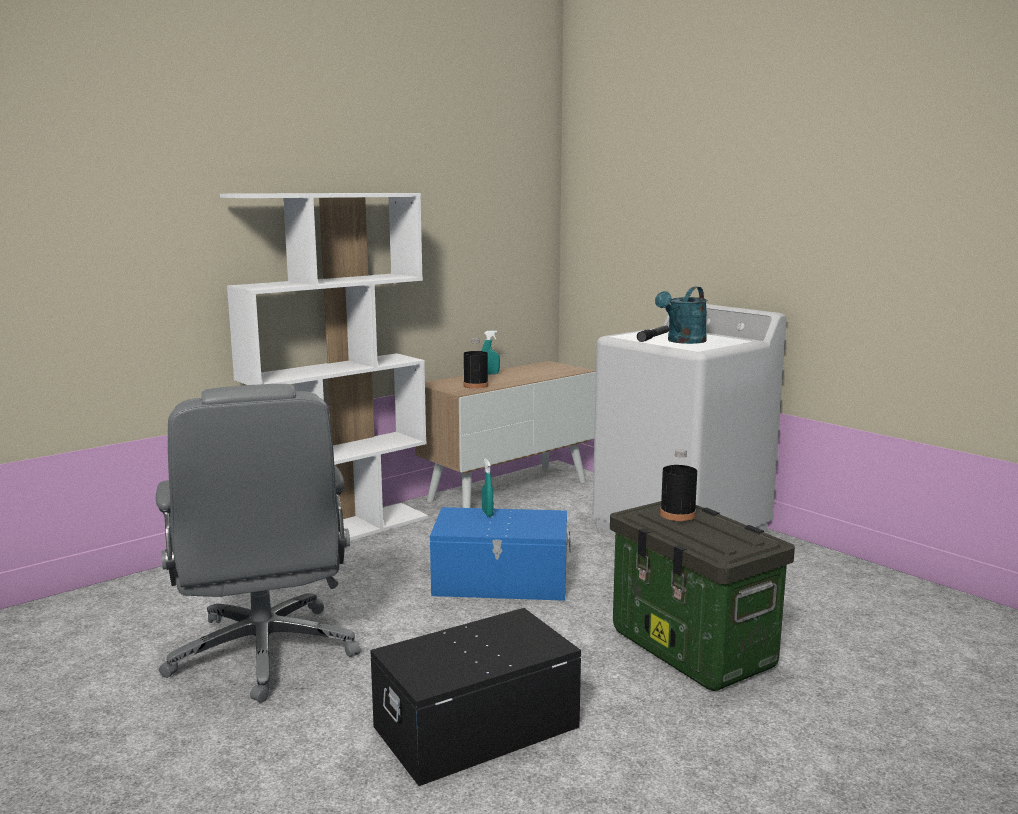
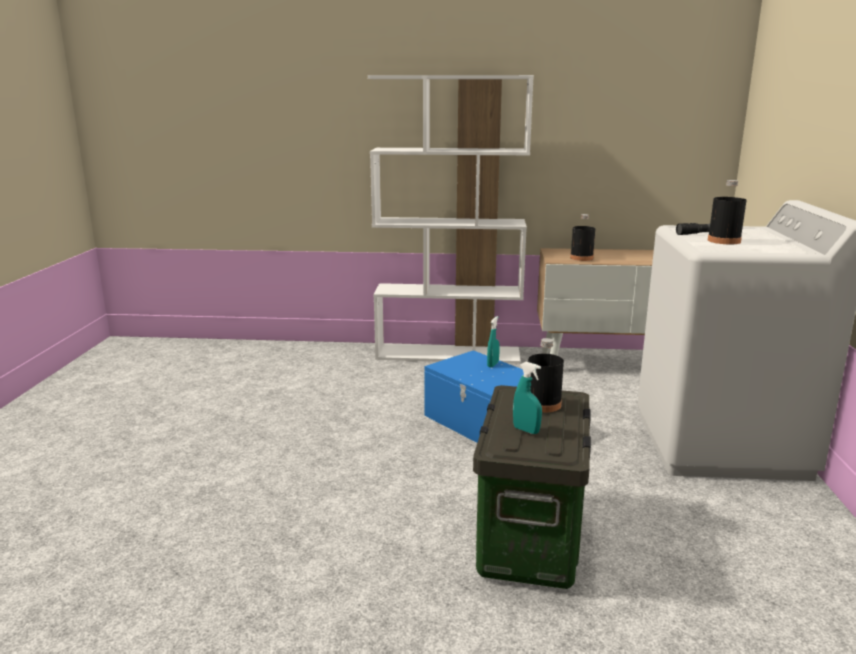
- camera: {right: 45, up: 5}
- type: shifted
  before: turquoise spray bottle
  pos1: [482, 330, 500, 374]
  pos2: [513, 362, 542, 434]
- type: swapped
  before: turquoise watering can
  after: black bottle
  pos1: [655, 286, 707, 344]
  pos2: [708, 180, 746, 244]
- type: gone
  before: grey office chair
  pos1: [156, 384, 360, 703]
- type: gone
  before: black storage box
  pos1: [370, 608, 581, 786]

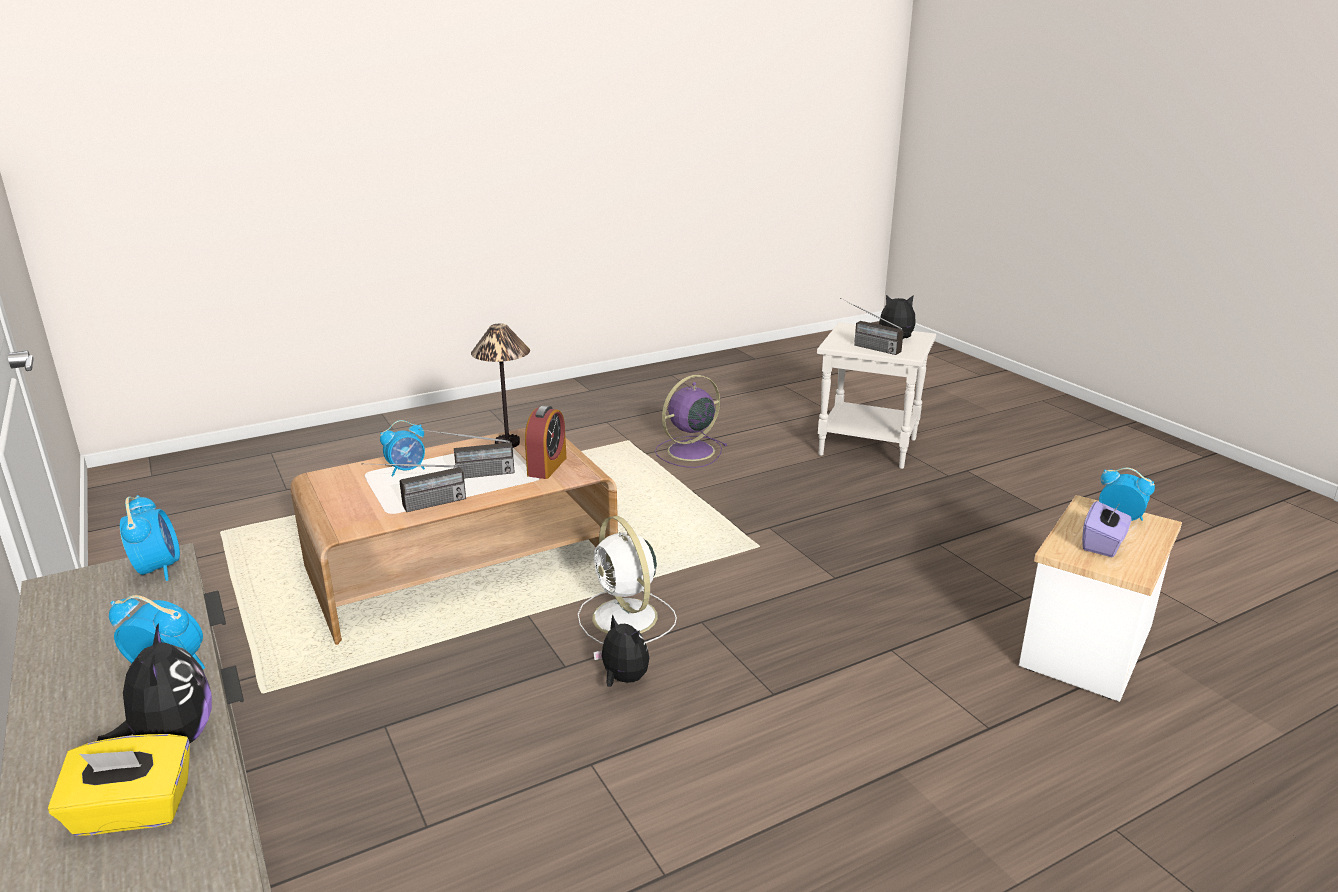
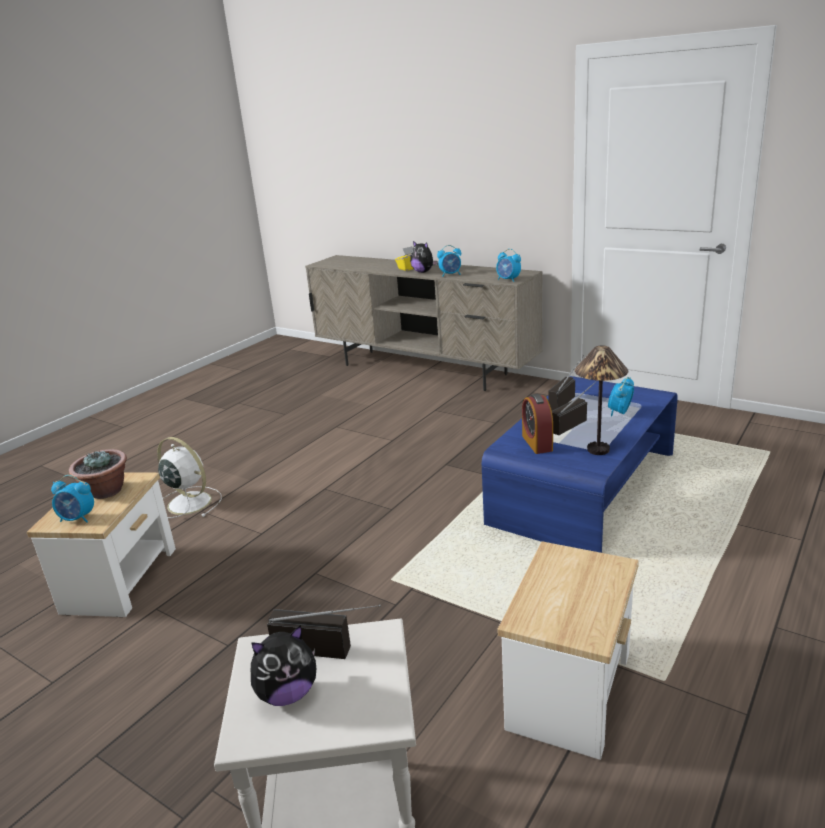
- camera: {right: 155, up: 0}
- type: swapped
  before: purple tissue box
  after: potted plant
  pos1: [1082, 501, 1131, 557]
  pos2: [69, 449, 127, 499]
- type: shifted
  before: white fan
  pos1: [578, 516, 677, 644]
  pos2: [157, 437, 222, 518]
- type: repainted
  before: brown coffee table
  after: blue coffee table
  pos1: [290, 428, 618, 645]
  pos2: [482, 376, 678, 553]
- type: swapped
  before: purple fan
  after: side table
  pos1: [655, 375, 727, 468]
  pos2: [497, 541, 639, 760]
- type: gone
  before: plush toy
  pos1: [593, 614, 649, 687]

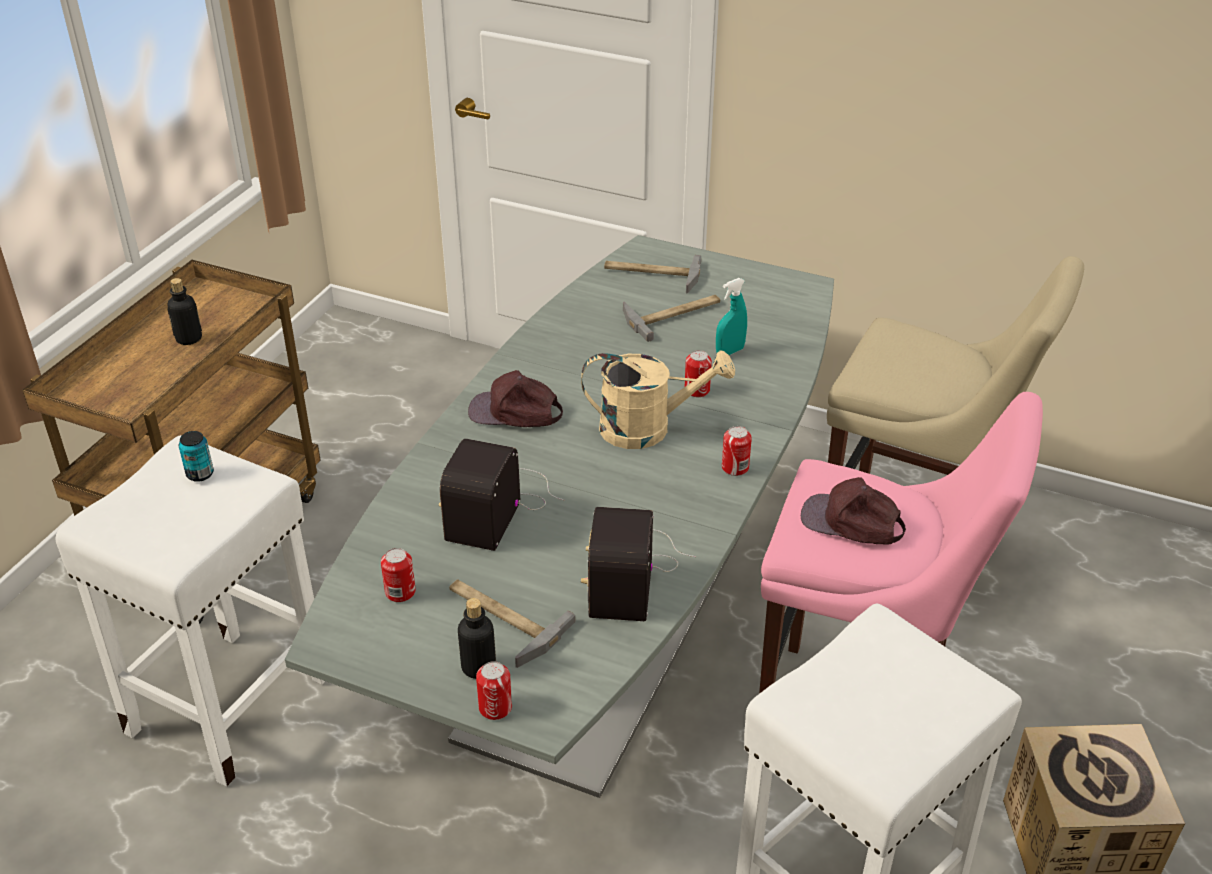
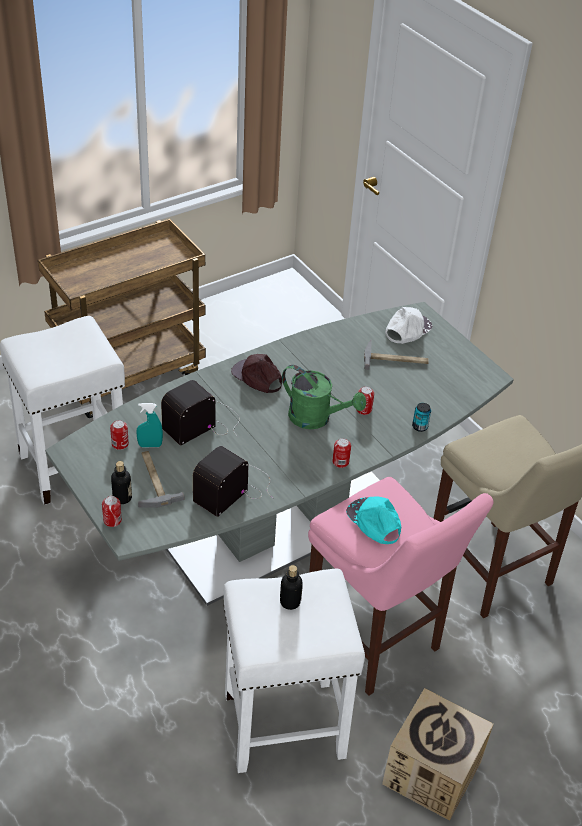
- camera: {right: 30, up: 5}
- type: shifted
  before: turquoise spray bottle
  pos1: [716, 278, 747, 355]
  pos2: [136, 403, 163, 447]
- type: shifted
  before: bottle
  pos1: [167, 278, 202, 345]
  pos2: [280, 565, 303, 610]
- type: repainted
  before: beige watering can
  after: green watering can
  pos1: [581, 350, 735, 449]
  pos2: [282, 365, 366, 429]
- type: repainted
  before: brown cap
  after: turquoise cap
  pos1: [801, 477, 906, 544]
  pos2: [346, 497, 401, 544]
- type: swapped
  before: hammer
  after: white cap
  pos1: [604, 255, 701, 294]
  pos2: [385, 307, 432, 344]
- type: shifted
  before: can
  pos1: [179, 431, 214, 482]
  pos2: [412, 403, 431, 432]

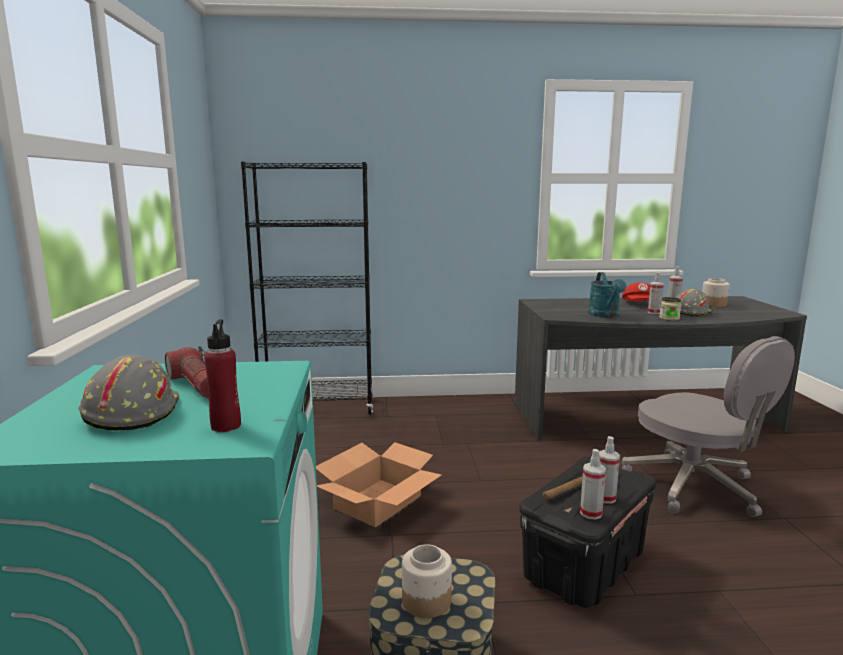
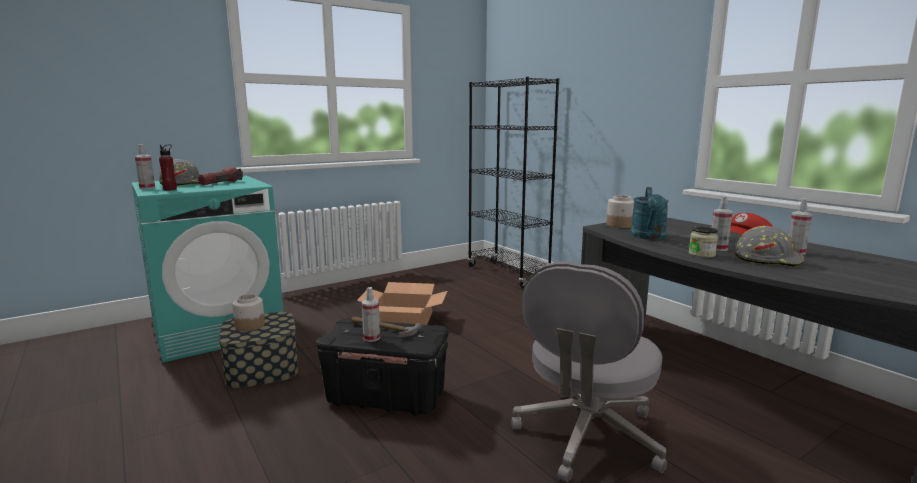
- camera: {right: 60, up: 0}
- type: shifted
  before: spray bottle
  pos1: [580, 449, 606, 520]
  pos2: [135, 144, 155, 189]
- type: shifted
  before: jar
  pos1: [702, 278, 730, 307]
  pos2: [607, 195, 634, 228]
- type: rotated
  before: turquoise watering can
  pos1: [588, 272, 626, 318]
  pos2: [631, 187, 669, 240]
  turn: -45

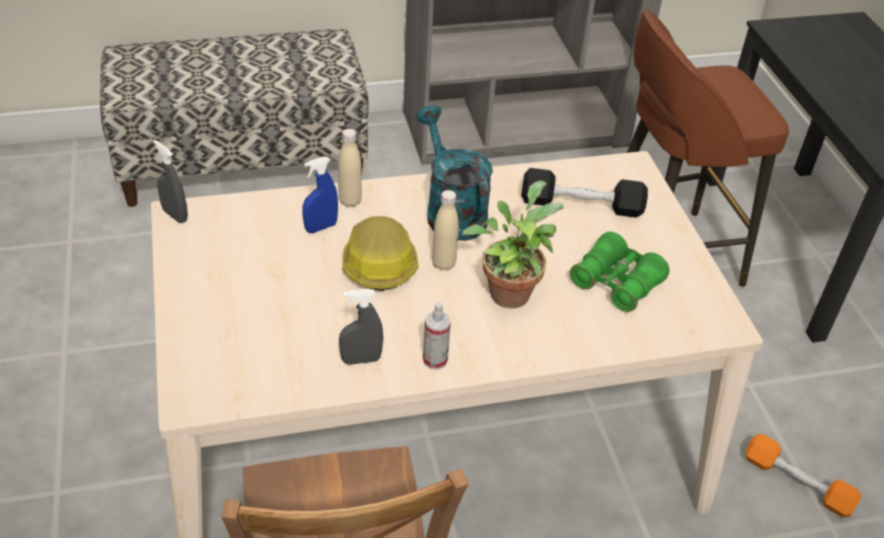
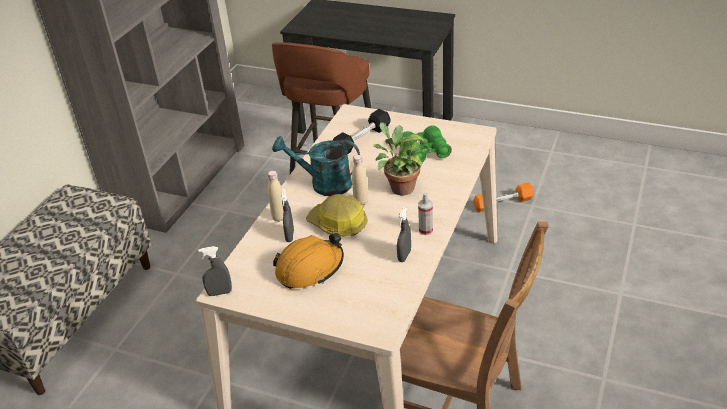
- camera: {right: -50, up: -5}
- type: new
  after: orange hard hat
  pos2: [273, 233, 344, 289]
- type: repainted
  before: blue spray bottle
  after: grey spray bottle
  pos1: [302, 156, 338, 233]
  pos2: [281, 189, 294, 242]

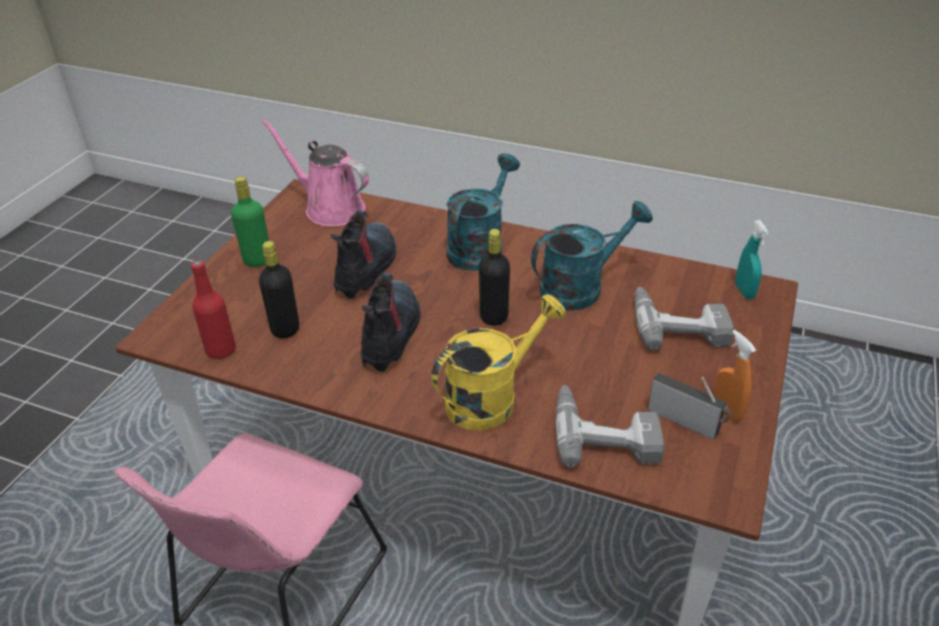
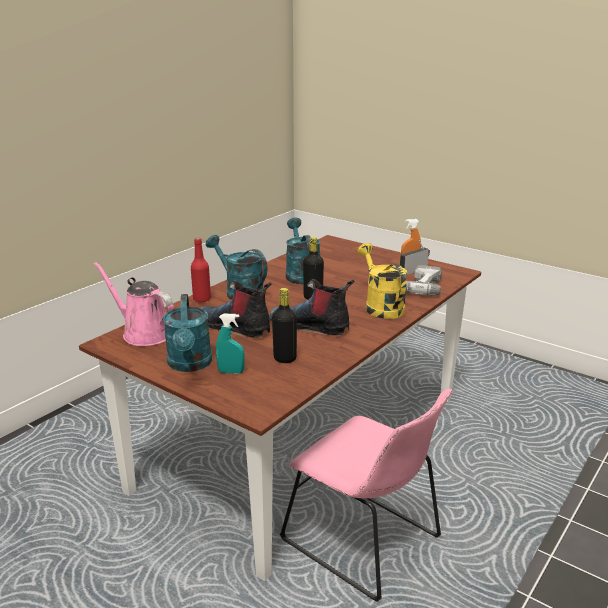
- camera: {right: -75, up: -15}
- type: rotated
  before: pink watering can
  pos1: [261, 119, 369, 227]
  pos2: [94, 262, 174, 346]
  turn: 75
- type: swapped
  before: green bottle
  after: turquoise watering can
  pos1: [231, 177, 269, 267]
  pos2: [163, 294, 212, 372]
- type: shifted
  before: red bottle
  pos1: [191, 260, 236, 359]
  pos2: [191, 238, 211, 303]
- type: shifted
  before: turquoise spray bottle
  pos1: [735, 220, 769, 299]
  pos2: [216, 313, 245, 374]
- type: gone
  before: power drill
  pos1: [635, 287, 734, 350]

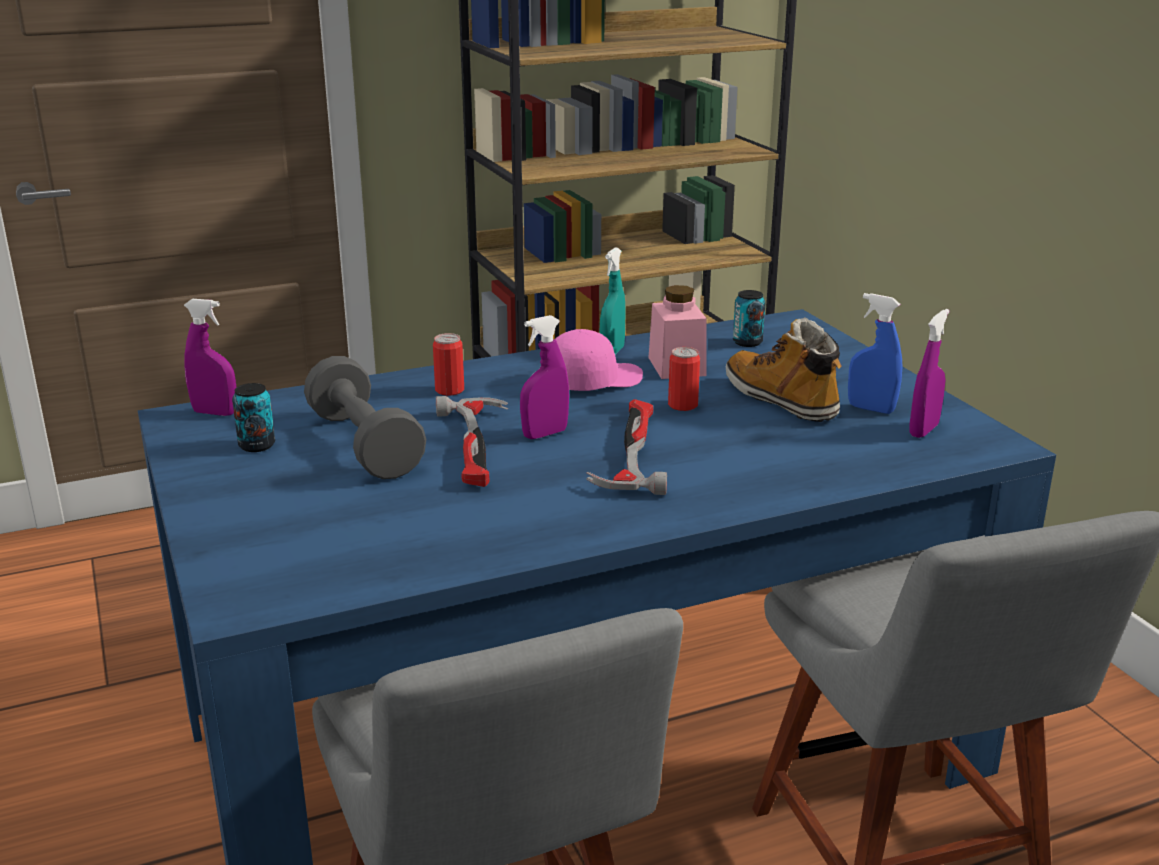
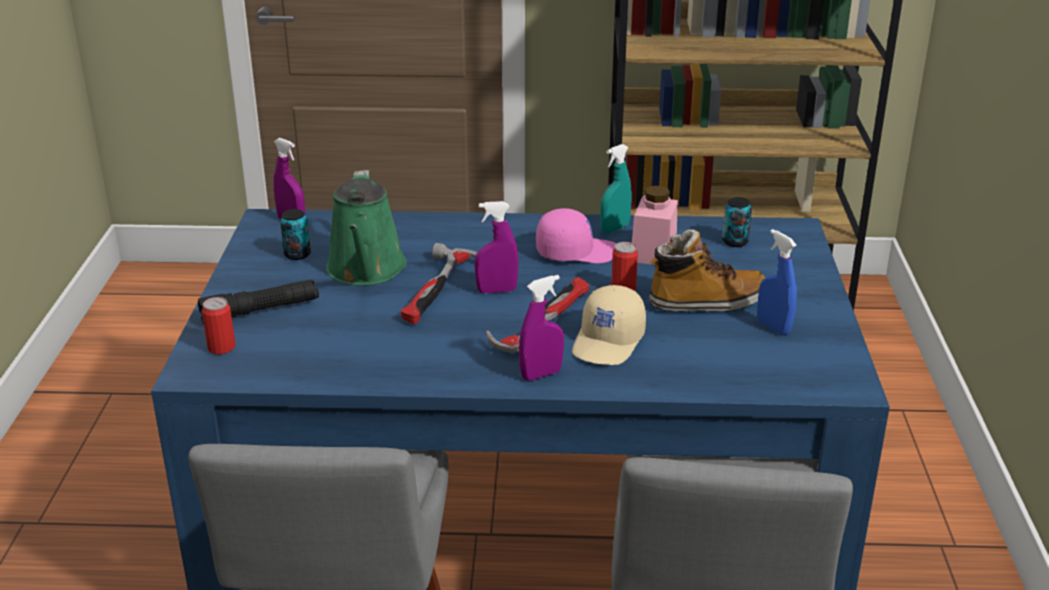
- camera: {right: 25, up: 5}
- type: new
  after: black flashlight
  pos2: [198, 280, 319, 325]
- type: shifted
  before: can
  pos1: [433, 333, 464, 396]
  pos2: [202, 297, 236, 354]
- type: swapped
  before: grey dumbbell
  after: green watering can
  pos1: [304, 356, 426, 479]
  pos2: [326, 170, 407, 285]
- type: shifted
  before: purple spray bottle
  pos1: [909, 309, 949, 438]
  pos2: [519, 275, 564, 381]
- type: new
  after: beige cap
  pos2: [572, 285, 646, 365]
- type: rotated
  before: boot
  pos1: [726, 317, 841, 422]
  pos2: [649, 229, 765, 312]
  turn: 90

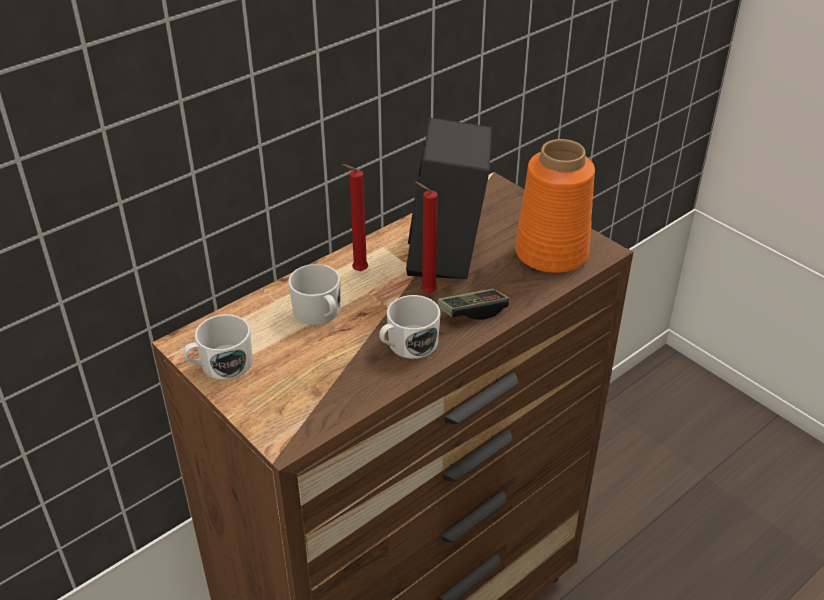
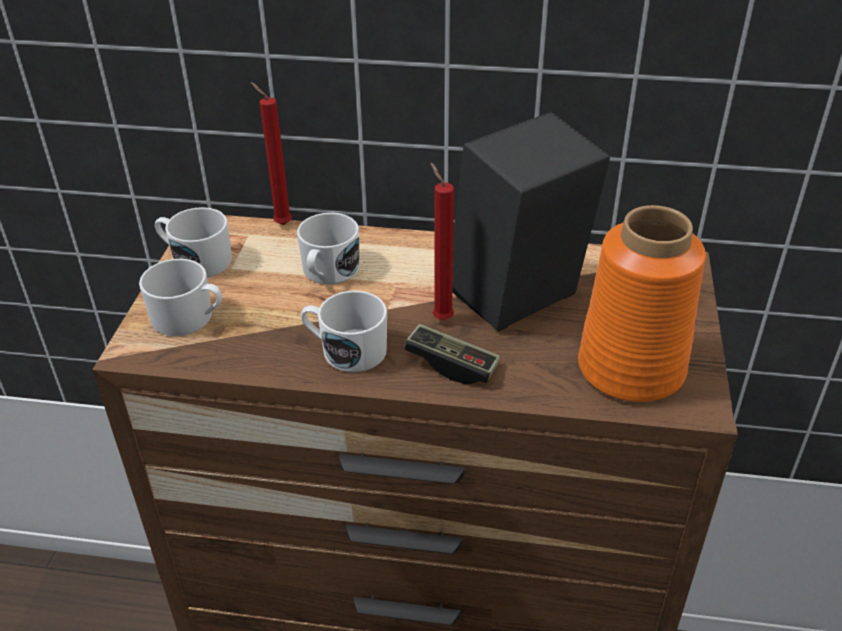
- camera: {right: 50, up: 0}
- type: new
  after: white mug
  pos2: [139, 259, 222, 336]
- type: shifted
  before: red candle
  pos1: [342, 164, 368, 271]
  pos2: [251, 82, 292, 225]

